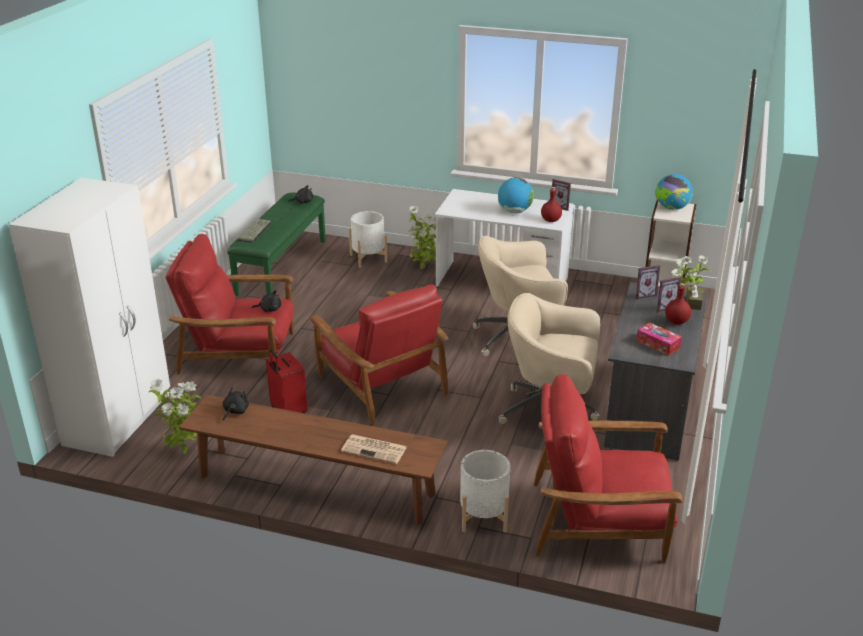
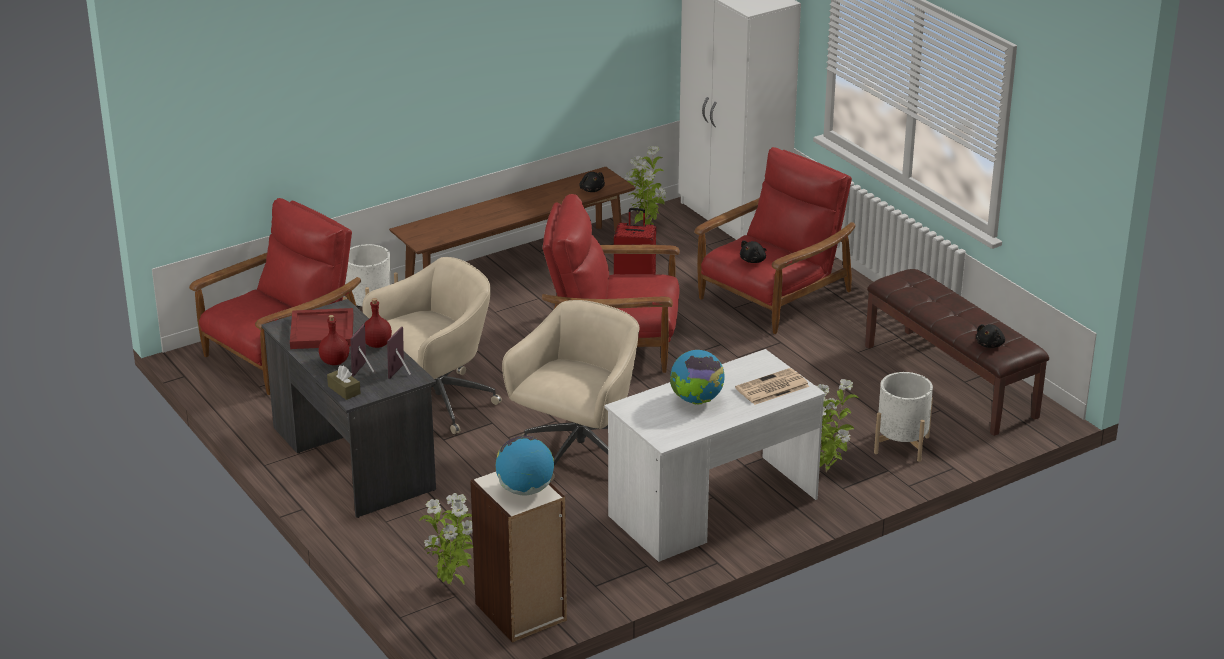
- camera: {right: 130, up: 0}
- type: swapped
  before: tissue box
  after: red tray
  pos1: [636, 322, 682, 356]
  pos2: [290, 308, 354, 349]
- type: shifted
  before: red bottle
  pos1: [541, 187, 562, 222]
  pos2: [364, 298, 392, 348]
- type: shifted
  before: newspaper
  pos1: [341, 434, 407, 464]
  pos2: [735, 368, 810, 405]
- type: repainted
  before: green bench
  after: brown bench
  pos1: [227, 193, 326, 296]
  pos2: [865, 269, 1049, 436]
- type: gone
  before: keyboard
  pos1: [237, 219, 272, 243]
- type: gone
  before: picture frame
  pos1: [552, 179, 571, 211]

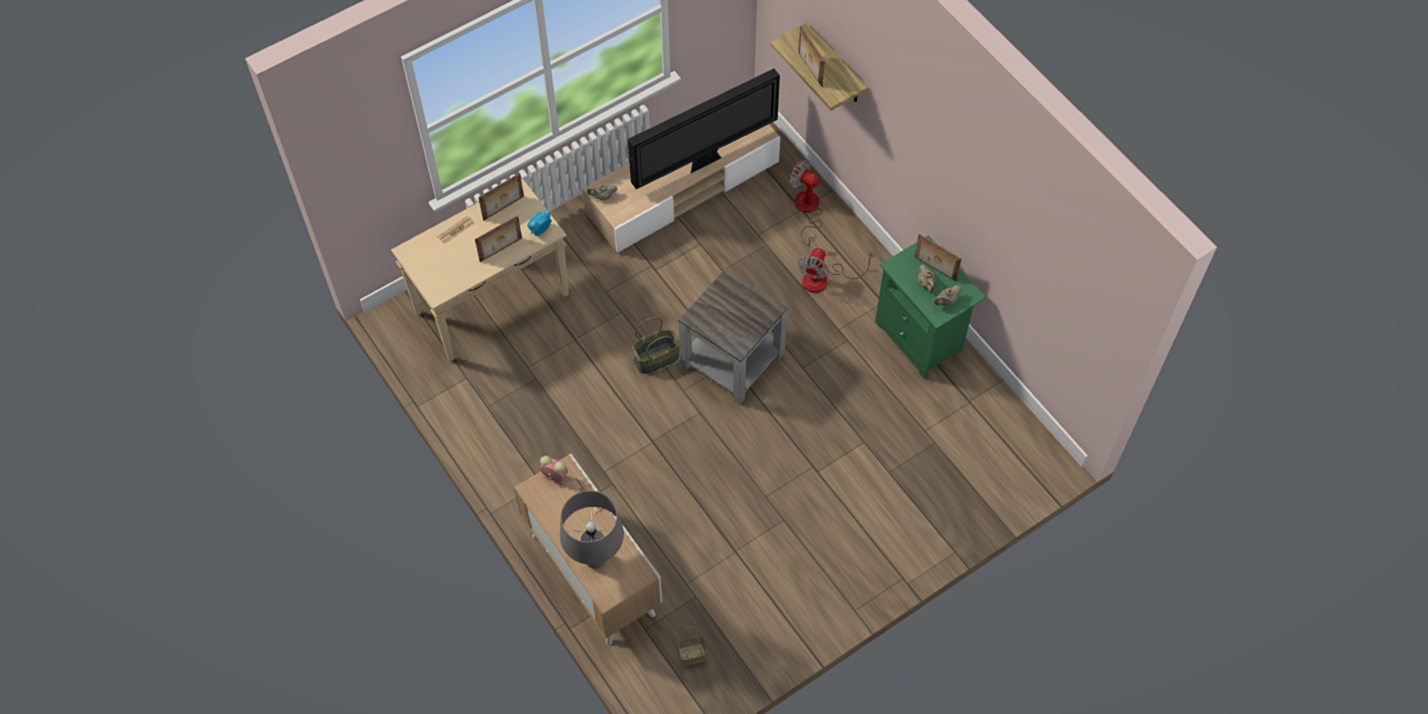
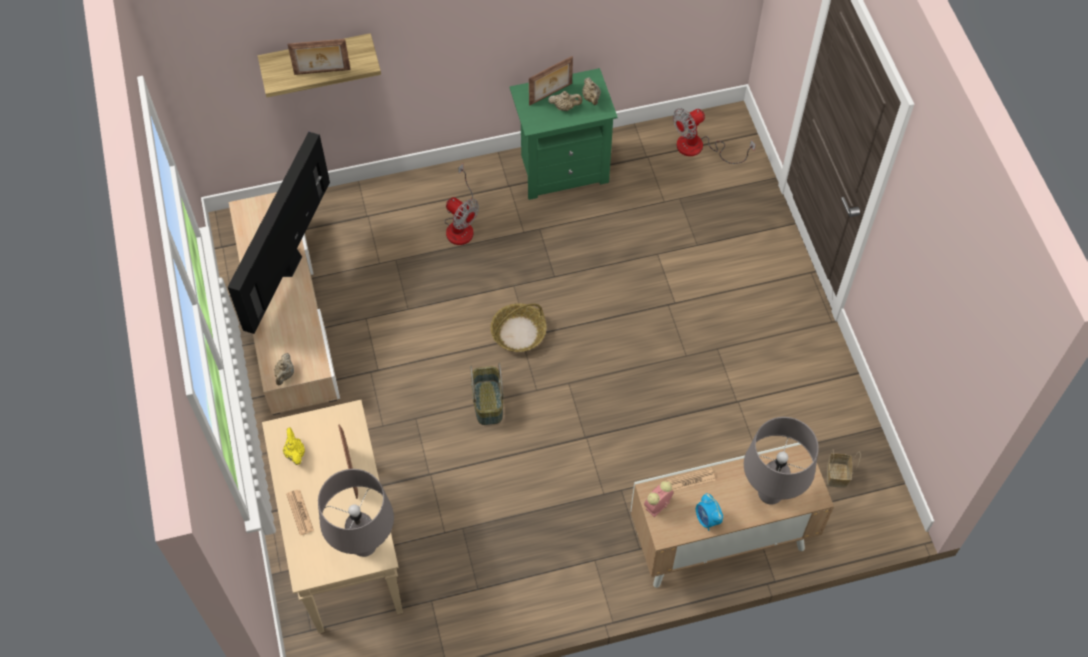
- camera: {right: -70, up: 0}
- type: rotated
  before: television
  pos1: [628, 69, 780, 189]
  pos2: [228, 132, 330, 334]
  turn: -150
- type: swapped
  before: picture frame
  after: yellow teapot
  pos1: [478, 173, 524, 221]
  pos2: [283, 427, 305, 465]
- type: new
  after: grey table lamp
  pos2: [318, 469, 394, 557]
- type: swapped
  before: grey side table
  after: basket
  pos1: [678, 268, 788, 405]
  pos2: [490, 303, 547, 352]
- type: shifted
  before: fan
  pos1: [790, 159, 823, 246]
  pos2: [673, 108, 756, 164]
- type: shifted
  before: alarm clock
  pos1: [527, 210, 552, 236]
  pos2: [696, 493, 723, 531]

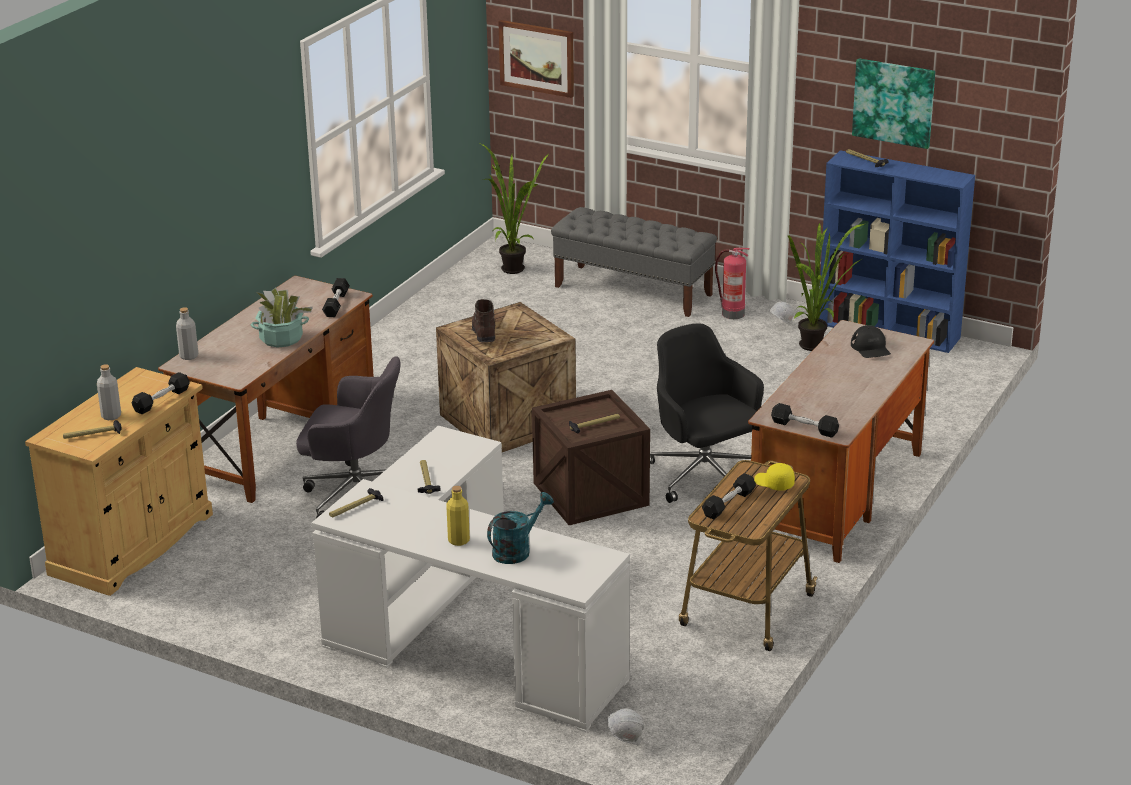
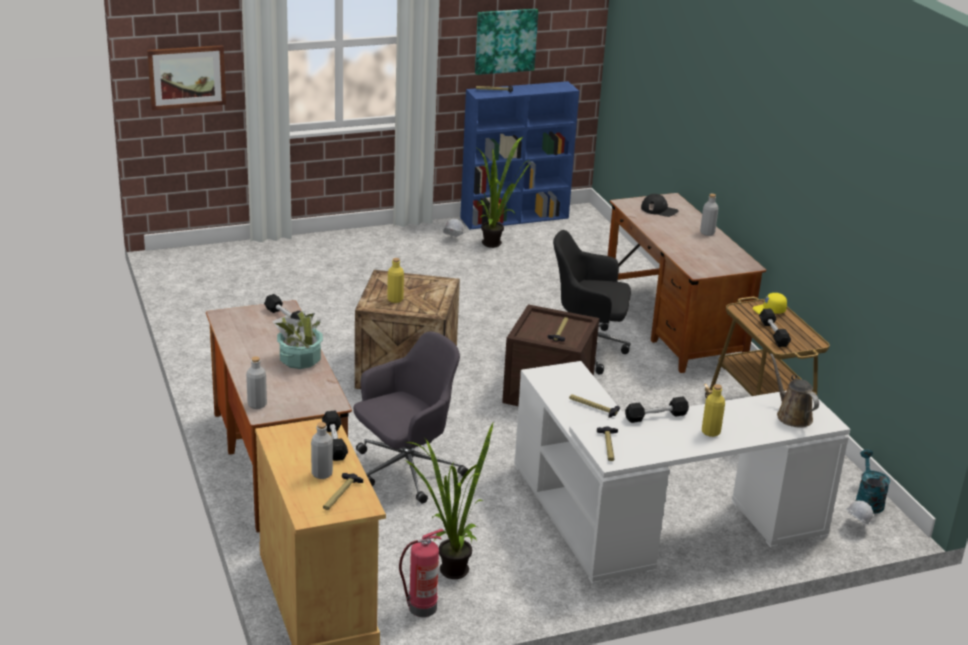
- camera: {right: -50, up: 0}
- type: swapped
  before: brown boot
  after: yellow bottle
  pos1: [471, 299, 496, 342]
  pos2: [387, 258, 404, 303]
- type: shifted
  before: fire extinguisher
  pos1: [715, 248, 750, 319]
  pos2: [399, 529, 443, 617]
- type: shifted
  before: potted plant
  pos1: [480, 143, 549, 274]
  pos2: [405, 423, 493, 579]
- type: shifted
  before: black dumbbell
  pos1: [771, 403, 839, 438]
  pos2: [625, 397, 689, 423]
- type: new
  after: grey bottle
  pos2: [700, 194, 719, 236]
- type: new
  after: brown watering can
  pos2: [770, 353, 819, 427]
- type: shifted
  before: turquoise watering can
  pos1: [487, 492, 554, 564]
  pos2: [856, 450, 890, 514]
- type: gone
  before: grey bench
  pos1: [551, 207, 717, 317]

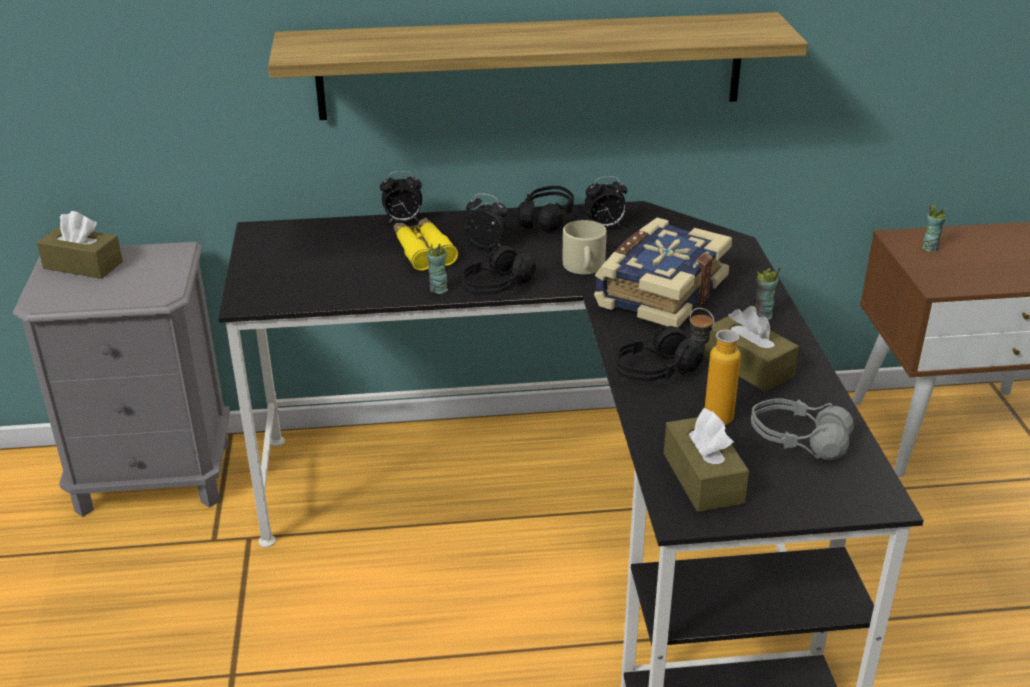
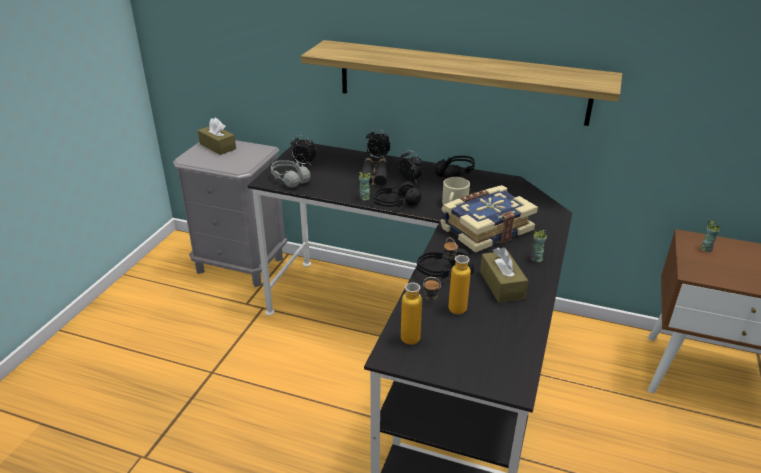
- camera: {right: 25, up: 0}
- type: shifted
  before: grey headphones
  pos1: [751, 398, 854, 460]
  pos2: [271, 160, 310, 188]
- type: shifted
  before: alarm clock
  pos1: [584, 176, 628, 227]
  pos2: [290, 135, 316, 165]
- type: repainted
  before: yellow binoculars
  after: black binoculars
  pos1: [393, 218, 458, 271]
  pos2: [359, 158, 388, 187]
- type: swapped
  before: brown tissue box
  after: bottle
  pos1: [664, 408, 749, 512]
  pos2: [401, 277, 441, 345]

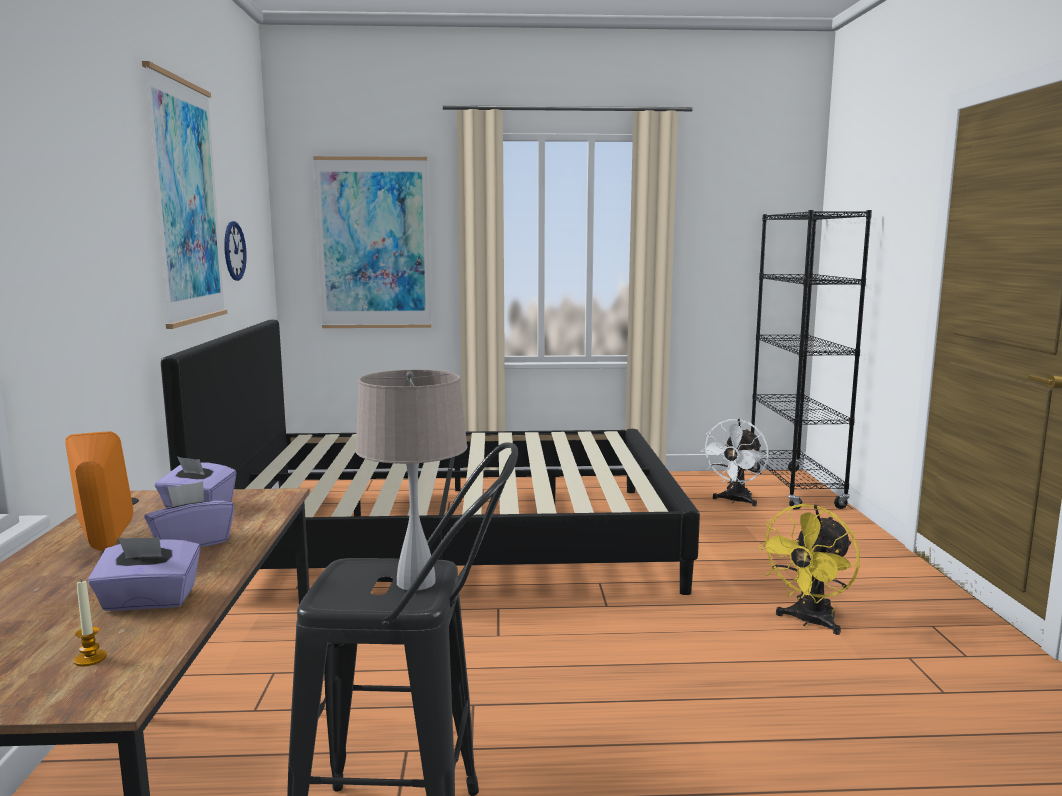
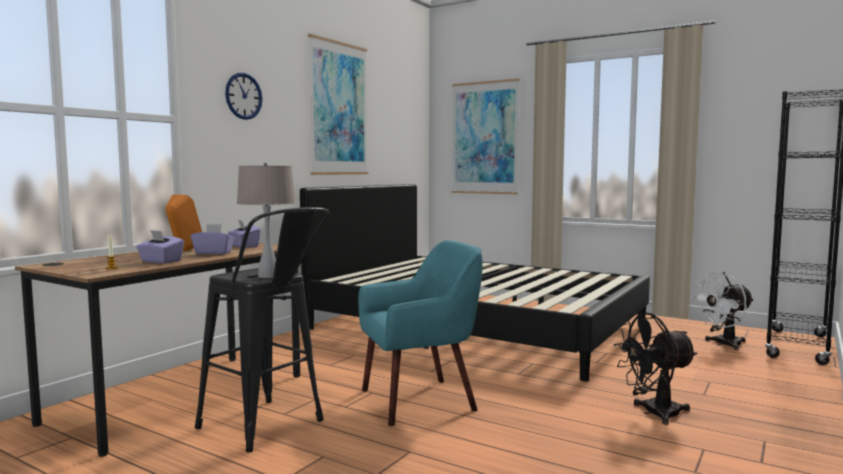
- camera: {right: 35, up: -5}
- type: shifted
  before: wall clock
  pos1: [224, 221, 247, 281]
  pos2: [225, 73, 263, 120]
- type: new
  after: turquoise armchair
  pos2: [358, 240, 483, 426]
- type: repainted
  before: yellow fan
  after: black fan
  pos1: [757, 504, 860, 635]
  pos2: [613, 312, 698, 425]

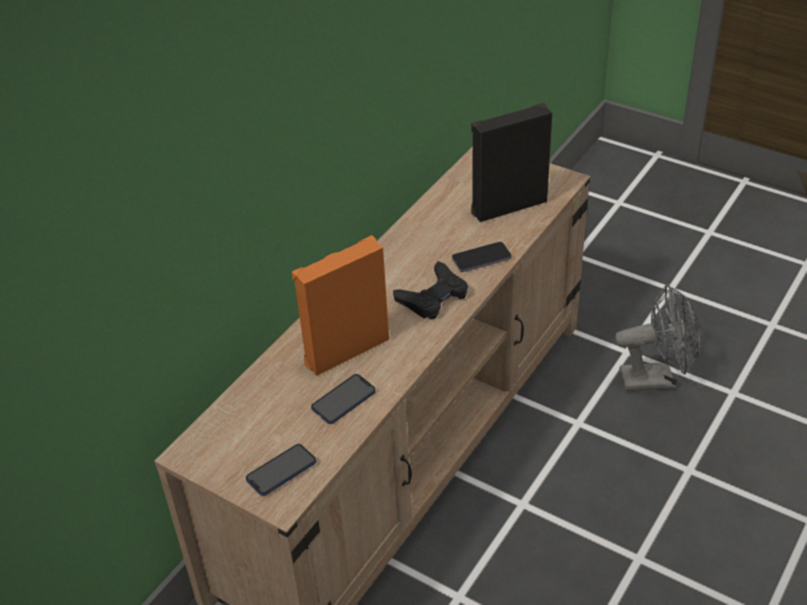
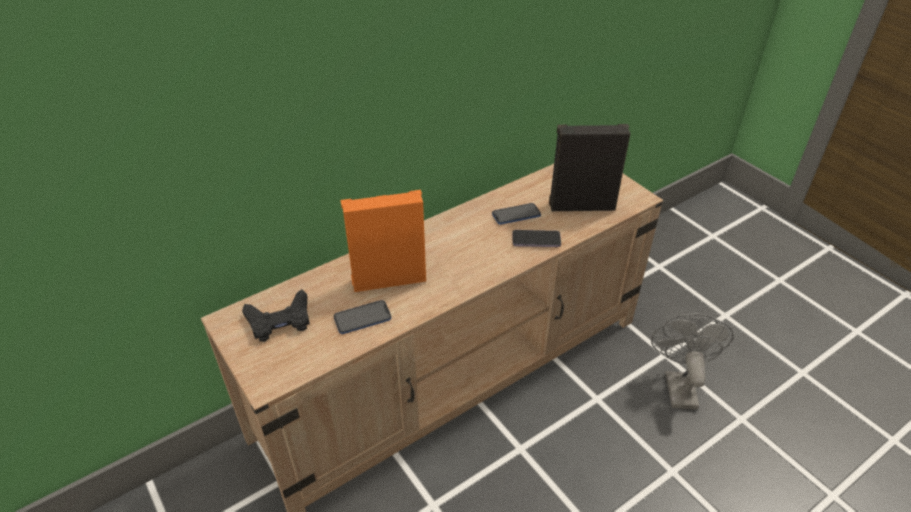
- camera: {right: 20, up: 0}
- type: shifted
  before: black game controller
  pos1: [393, 261, 468, 320]
  pos2: [242, 289, 310, 342]
- type: shifted
  before: phone
  pos1: [246, 444, 316, 496]
  pos2: [492, 203, 541, 225]
- type: rotated
  before: grey fan
  pos1: [615, 284, 700, 391]
  pos2: [651, 313, 734, 410]
  turn: -105

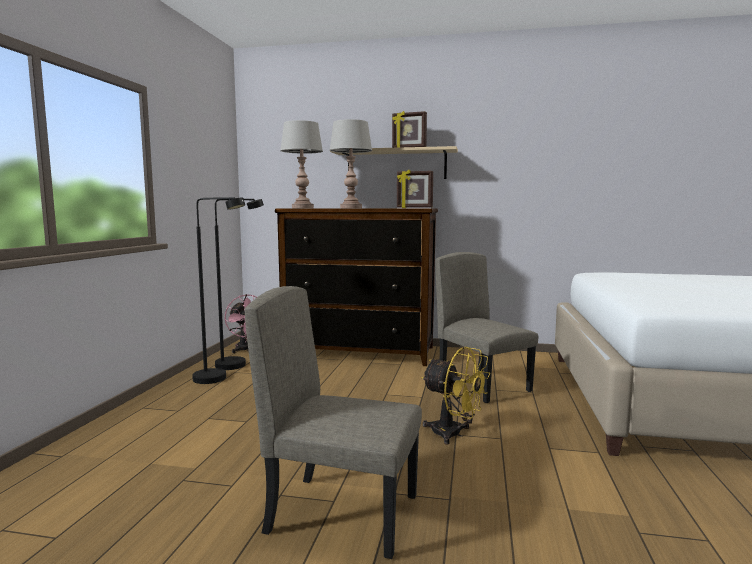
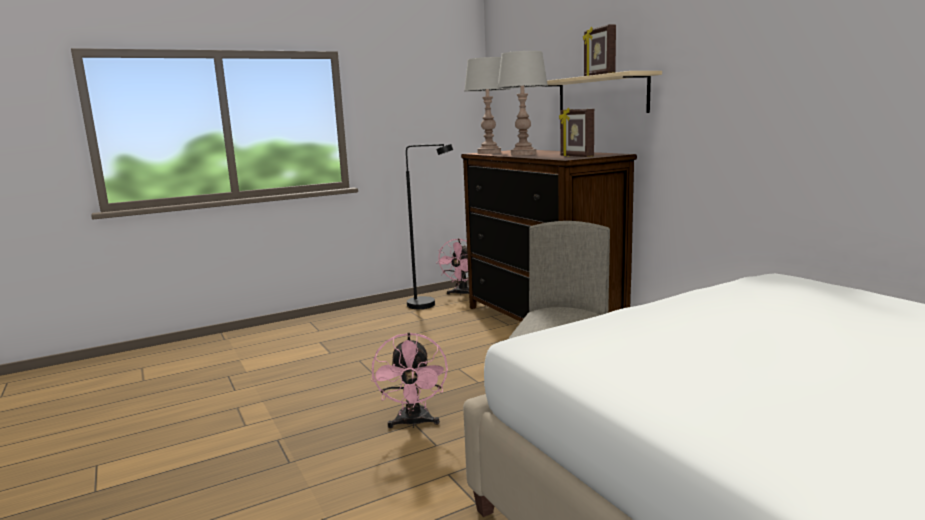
- camera: {right: 50, up: 5}
- type: repainted
  before: yellow fan
  after: pink fan
  pos1: [421, 347, 490, 445]
  pos2: [371, 332, 448, 428]
- type: gone
  before: black floor lamp
  pos1: [192, 197, 245, 384]
- type: gone
  before: beige chair
  pos1: [245, 286, 422, 559]

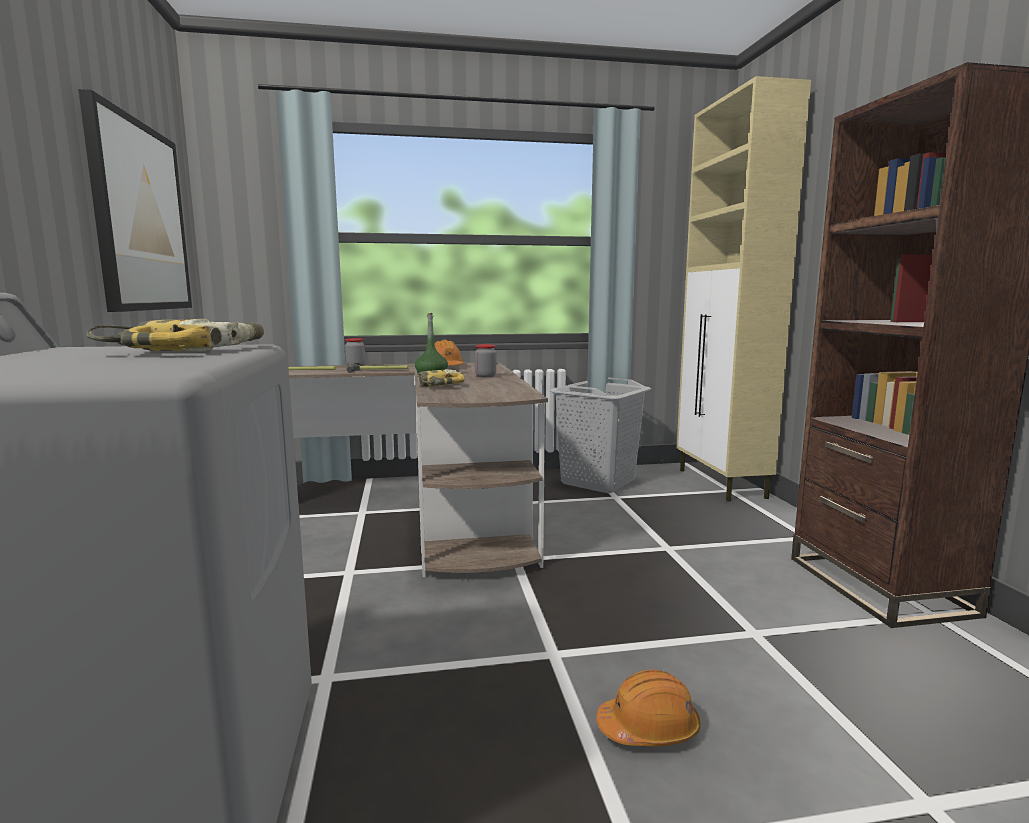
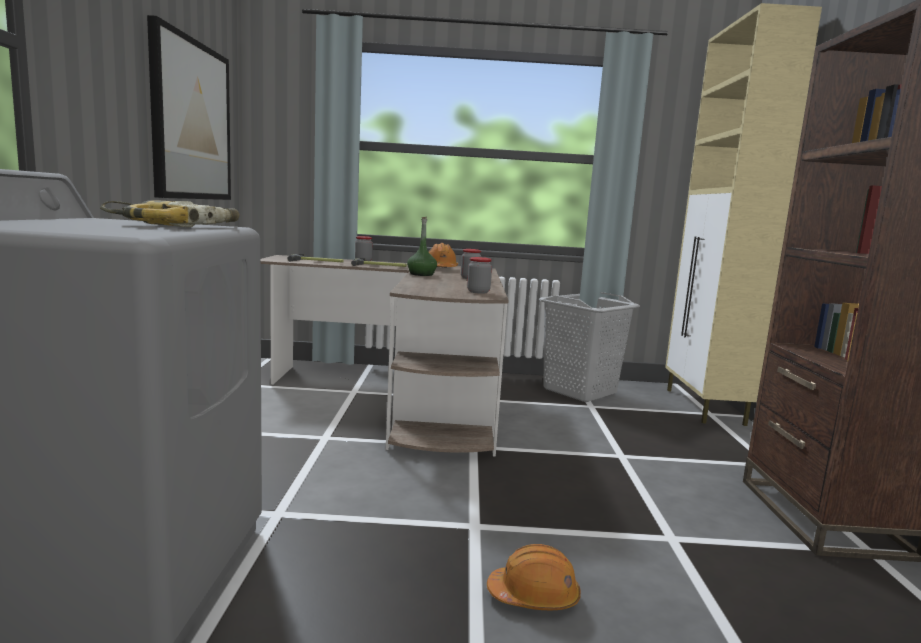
- camera: {right: 10, up: 0}
- type: new
  after: jar
  pos2: [467, 257, 492, 294]
- type: gone
  before: power drill
  pos1: [417, 369, 465, 387]

